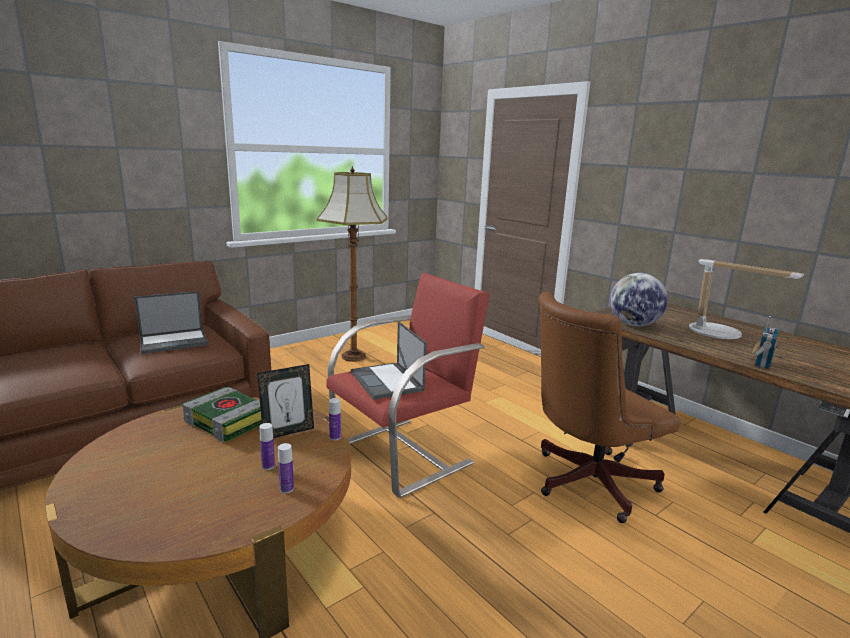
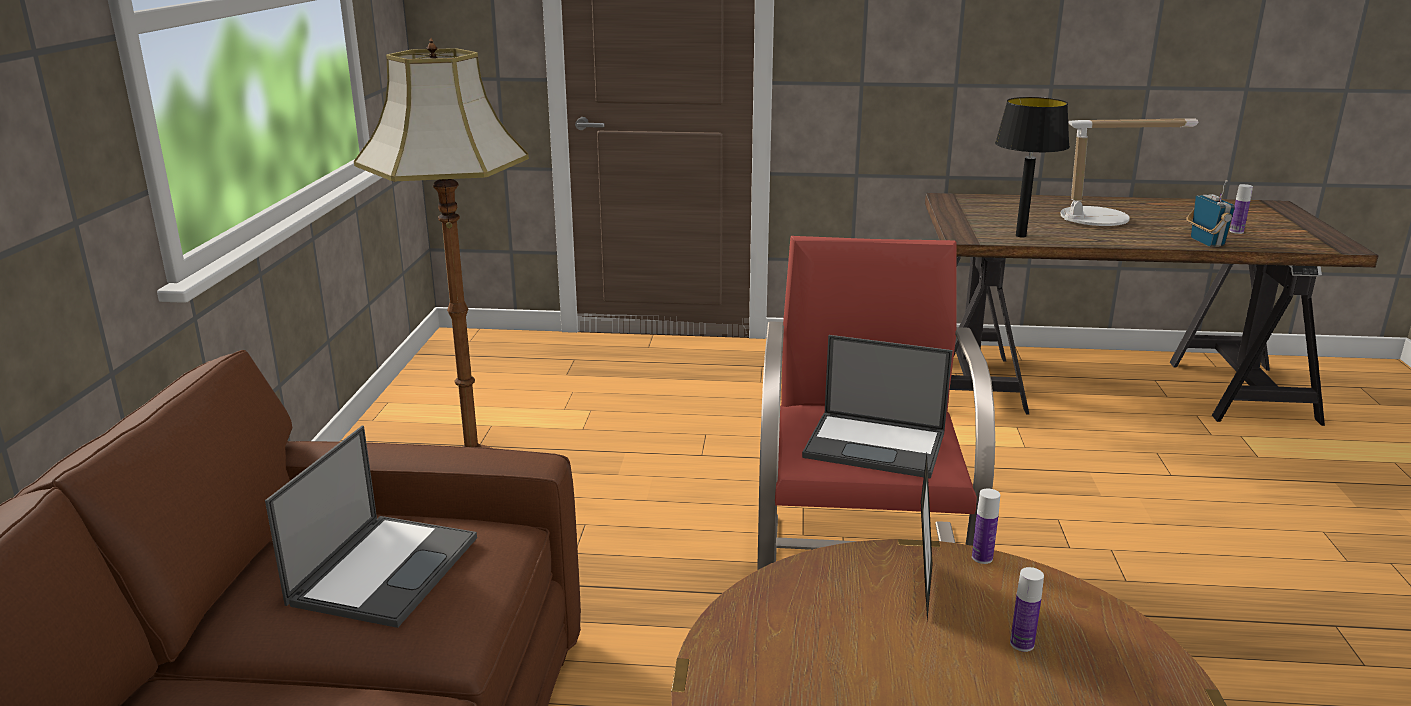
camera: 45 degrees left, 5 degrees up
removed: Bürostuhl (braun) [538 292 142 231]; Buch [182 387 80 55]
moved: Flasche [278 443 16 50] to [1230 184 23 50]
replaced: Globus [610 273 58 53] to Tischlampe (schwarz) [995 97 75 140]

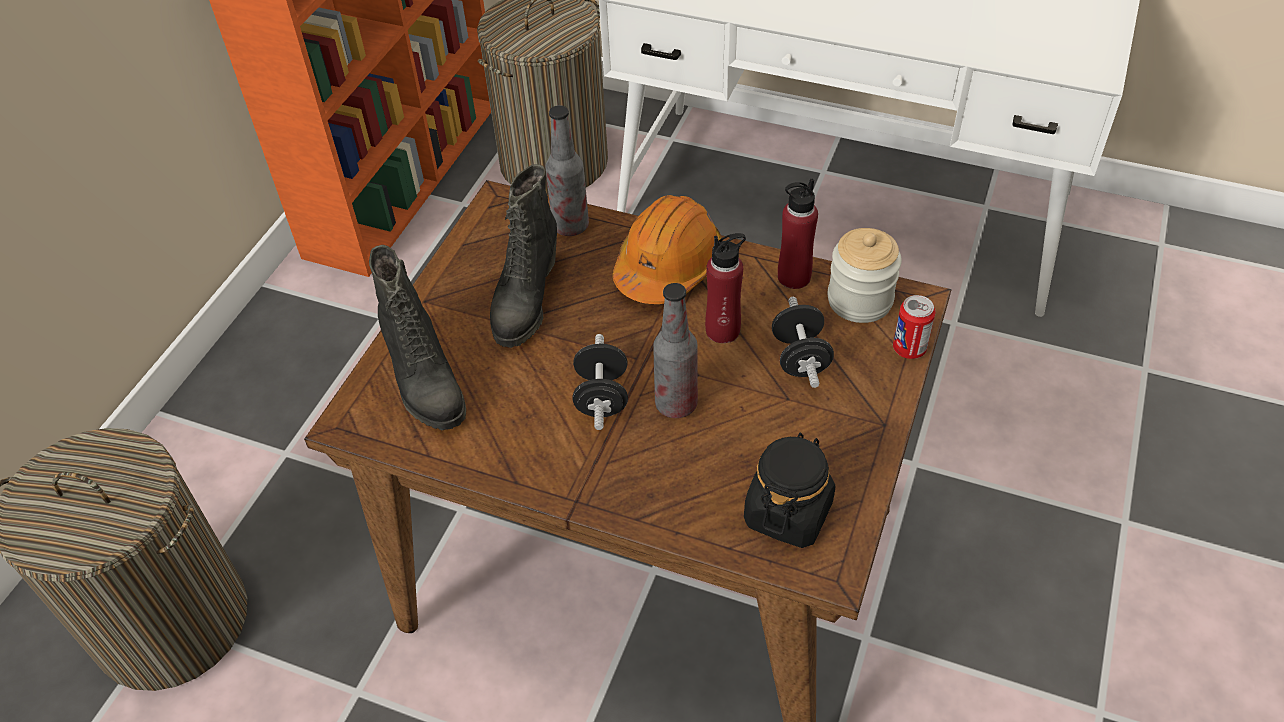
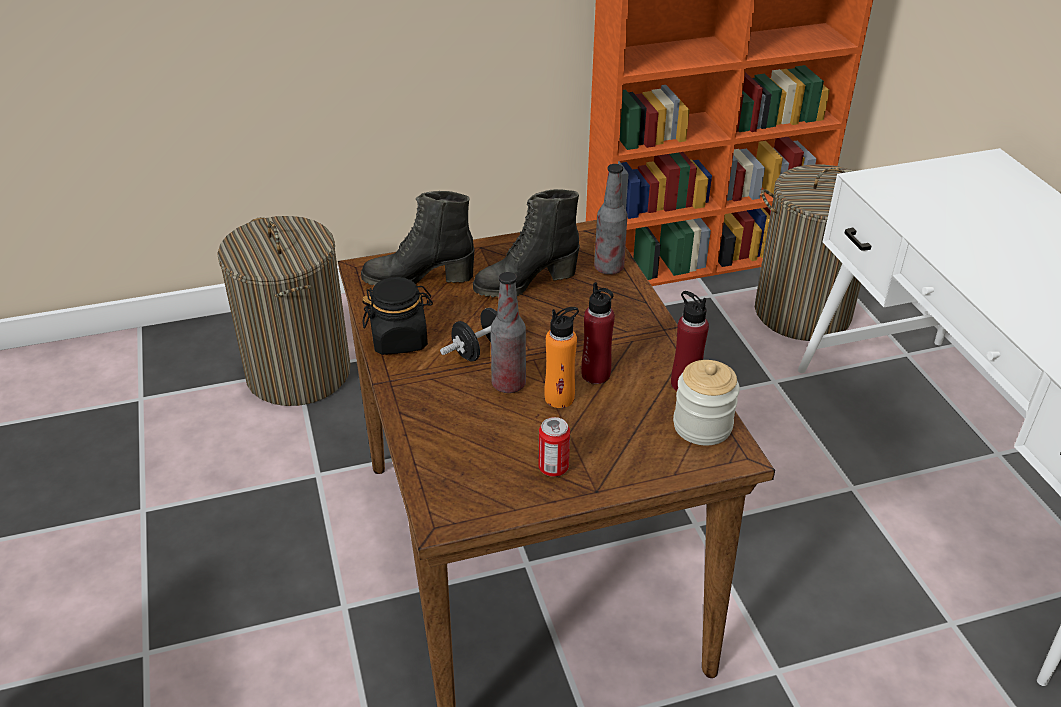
camera: 50 degrees right, 10 degrees down
removed: Schutzhelm (orange) [613 195 110 109]; Hantel (schwarz) [772 297 62 91]
added: Flasche (orange) [544 307 35 101]
moved: Dose [893 295 43 64] to [538 417 32 60]; Vorratsglas (schwarz) [744 432 91 116] to [362 277 71 78]
turned: Stiefel (schwarz) [369 245 97 185] = [361 191 113 94] 60 degrees clockwise

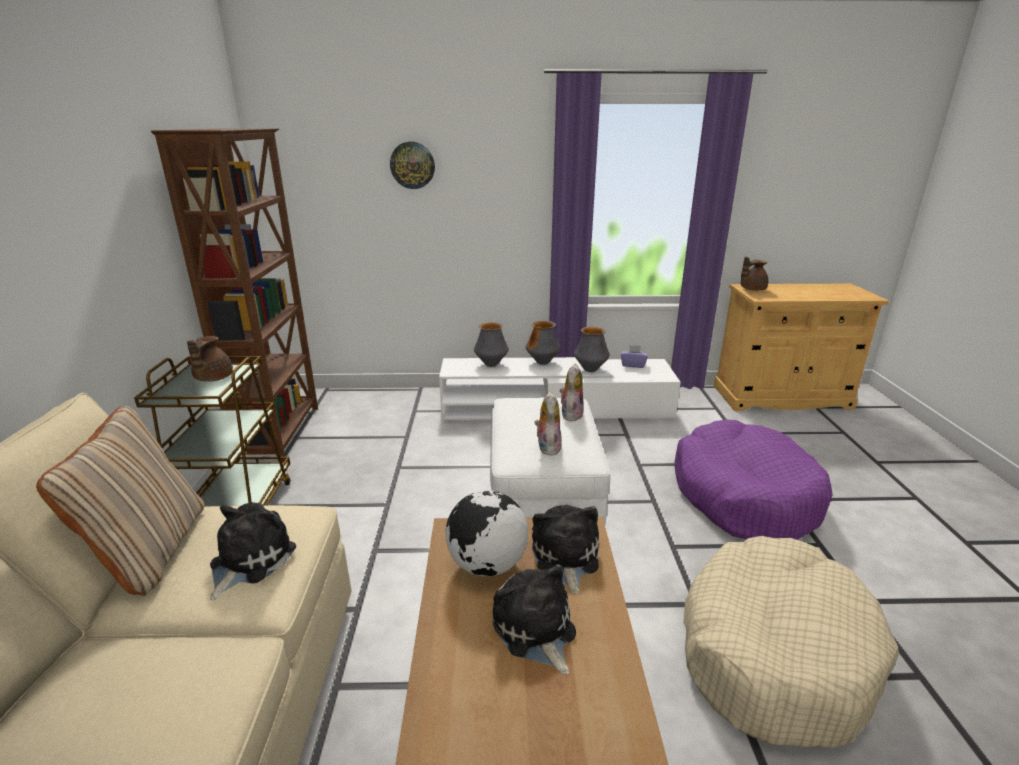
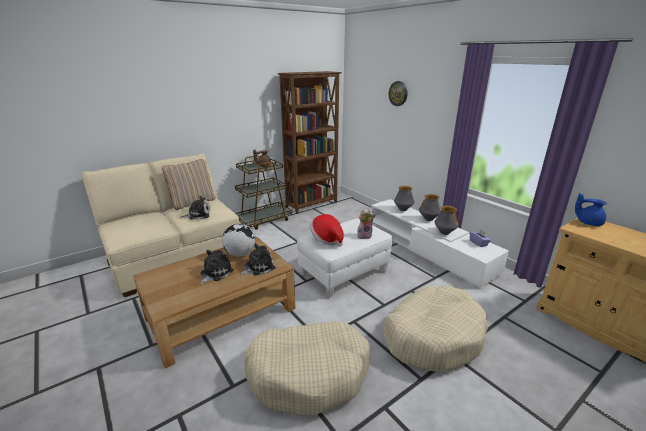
camera: 55 degrees right, 0 degrees up
replaced: Plüschtier [535 391 27 65] to Hut [310 214 34 32]
recoloured: Teekanne (braun) [741 257 27 34] to Teekanne (blau) [575 193 32 33]; Hundebett (lila) [674 420 159 120] to Hundebett (beige) [384 285 104 87]

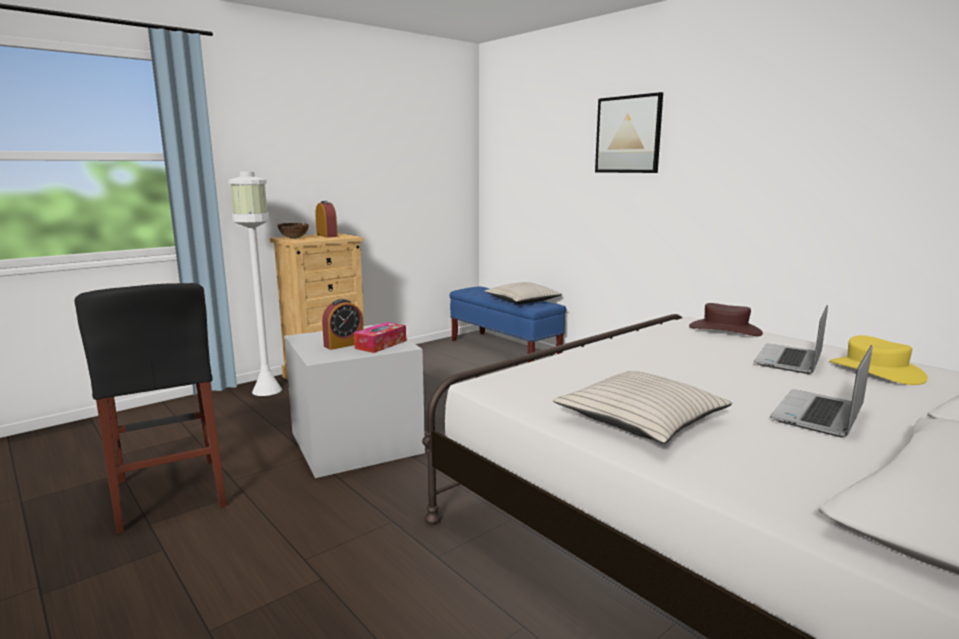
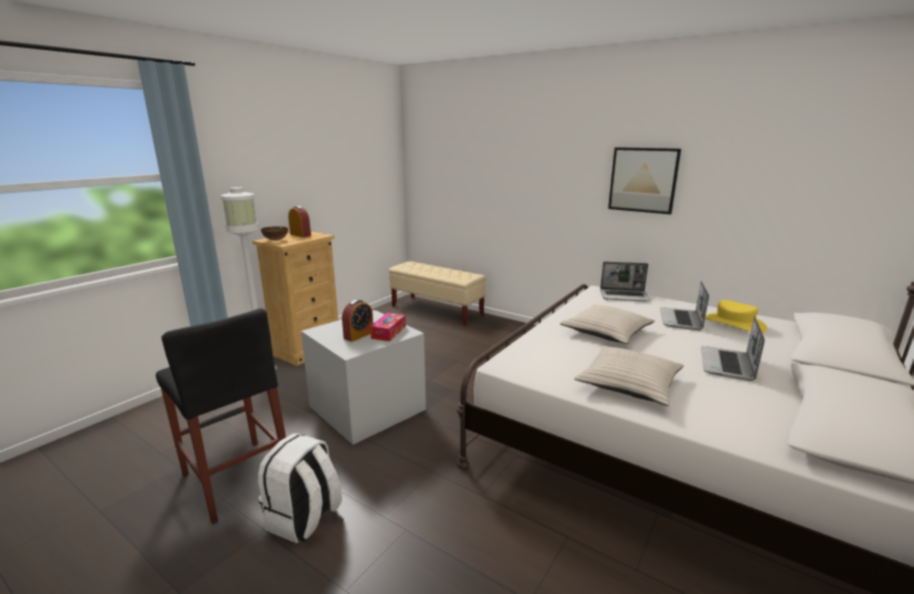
camera: 15 degrees left, 5 degrees up
added: Rucksack (weiß) [258 433 84 110]
moved: Bild [595 92 68 81] to [608 147 73 68]; Kissen (beige) [485 282 77 22] to [560 305 94 39]
replaced: Hut (braun) [689 303 74 33] to Laptop [600 262 51 40]
recoloured: Bank (blau) [450 286 116 77] to Bank (beige) [389 261 97 64]

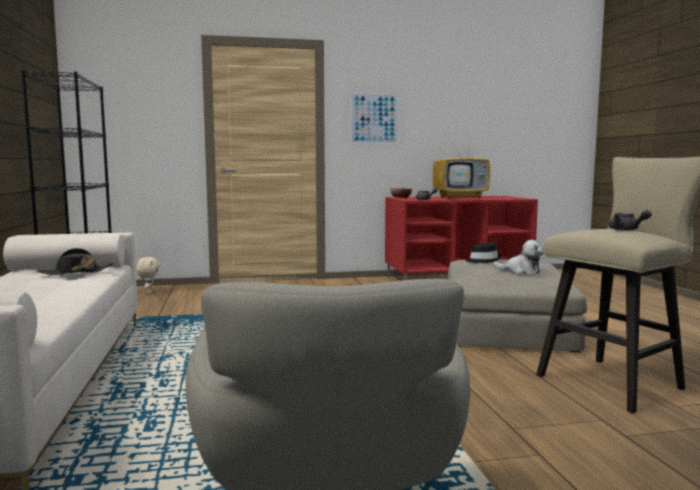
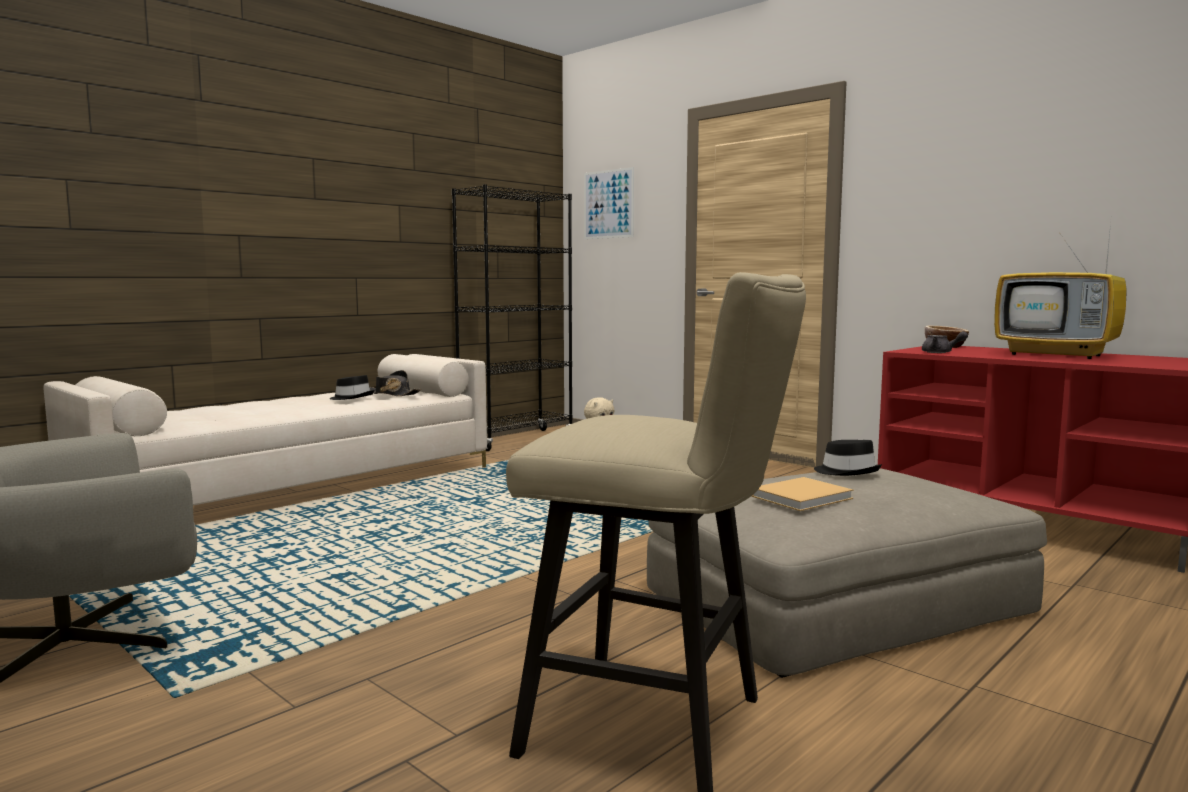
camera: 55 degrees right, 0 degrees up
removed: Teekanne (grau) [609 210 43 21]
added: Hut (schwarz) [329 375 46 25]
moved: Bild [350 92 49 52] to [584 167 50 72]
replaced: Plüschtier [493 240 51 34] to Buch (beige) [751 477 103 34]

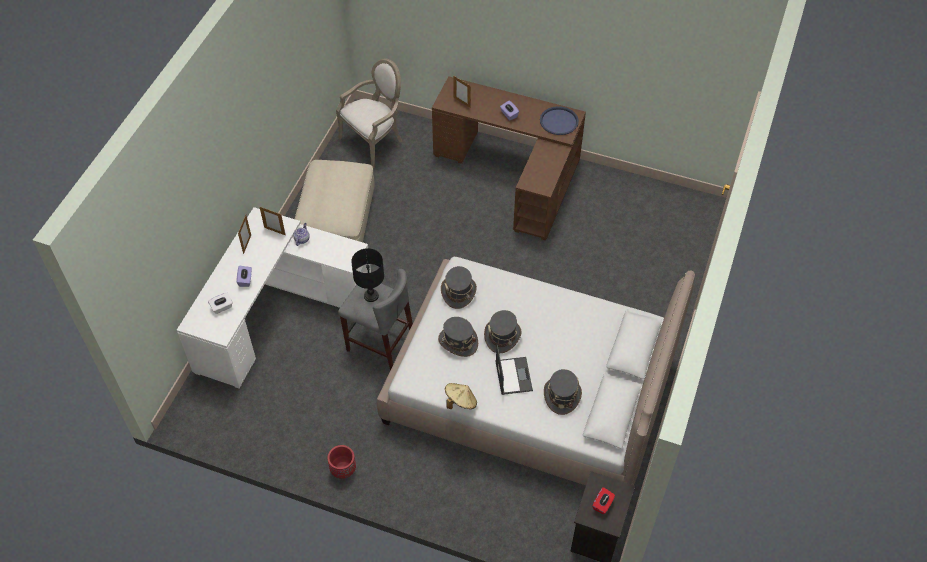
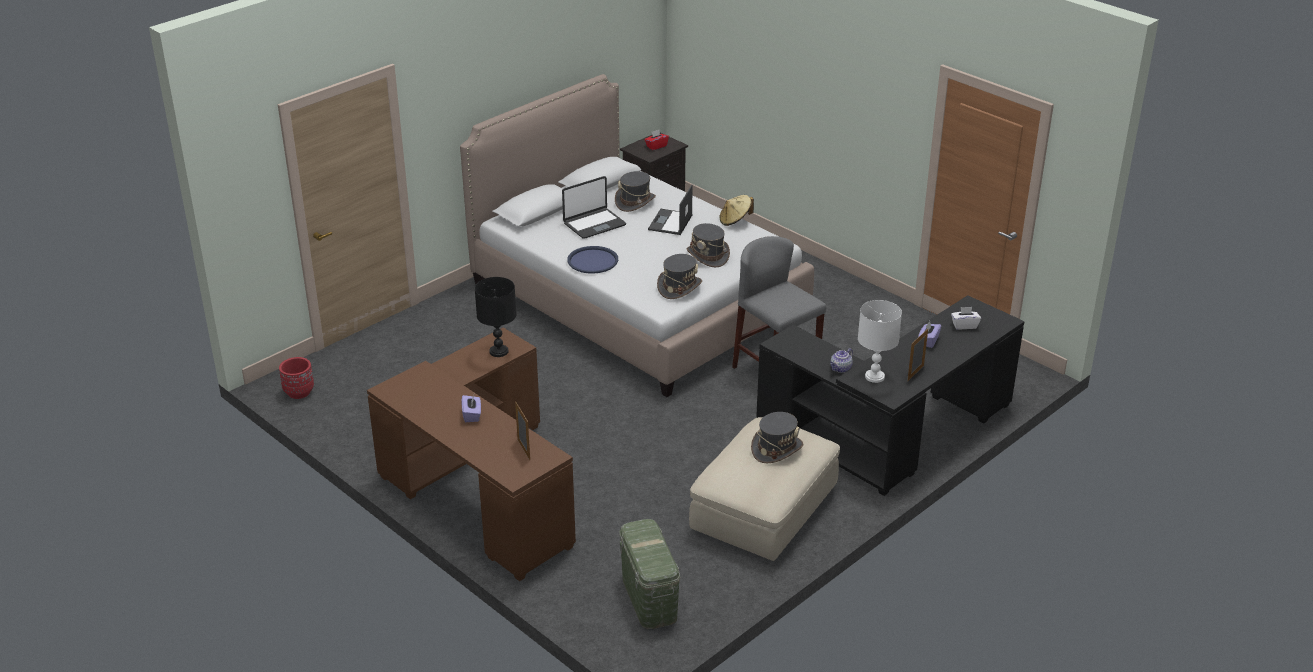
camera: 155 degrees left, 20 degrees down
added: Laptop [562 176 64 63]
moved: Tablett (blau) [540 106 39 29] to [567 246 51 28]; Tischlampe (schwarz) [351 248 33 54] to [475 277 42 80]; Hut (grau) [484 310 38 43] to [751 412 52 51]; Pflanzkübel (rot) [327 445 29 34] to [279 357 35 42]
replaced: Sessel [336 58 66 110] to Aufbewahrungsbox (grün) [619 519 61 110]; Bilderrahmen [260 207 26 28] to Tischlampe (weiß) [858 300 44 83]
recoloured: Schreibtisch (weiß) [177 207 194 182] to Schreibtisch (schwarz) [756 295 269 201]

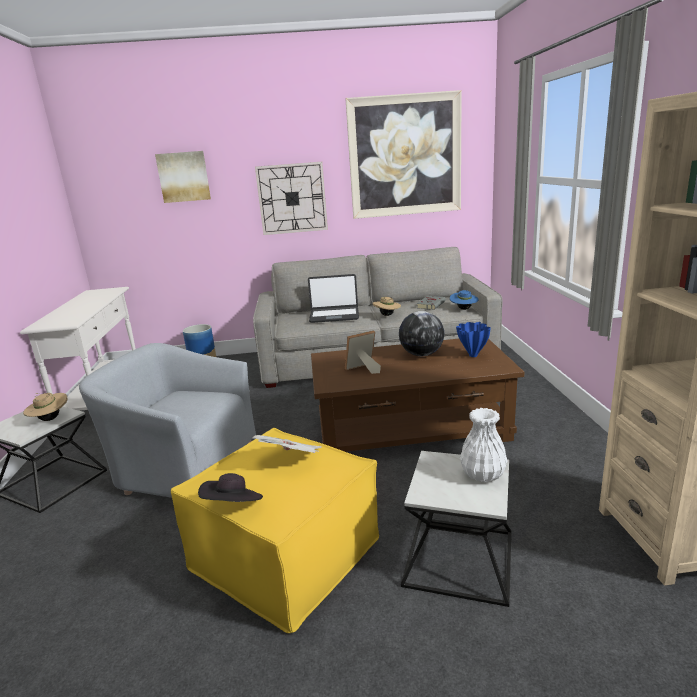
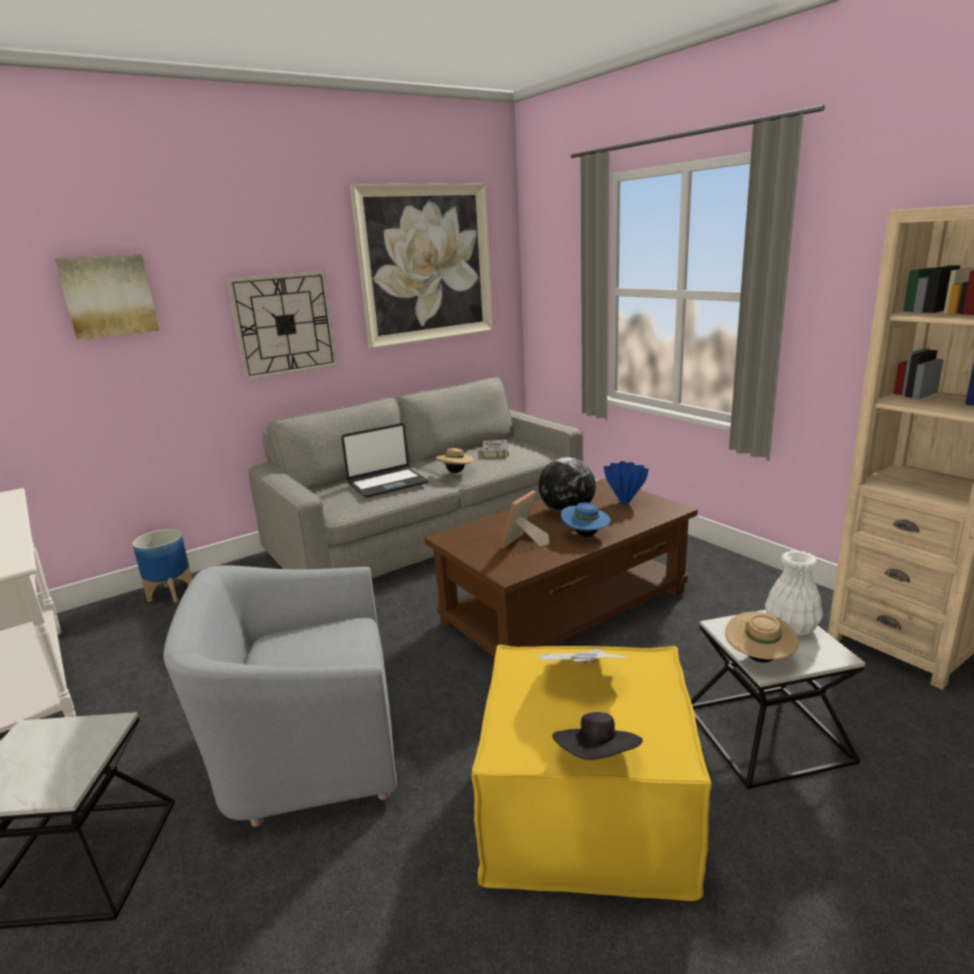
camera: 30 degrees left, 0 degrees up
moved: Hut (blau) [450 290 29 20] to [561 502 50 35]; Hut (beige) [23 393 45 28] to [725 611 74 52]

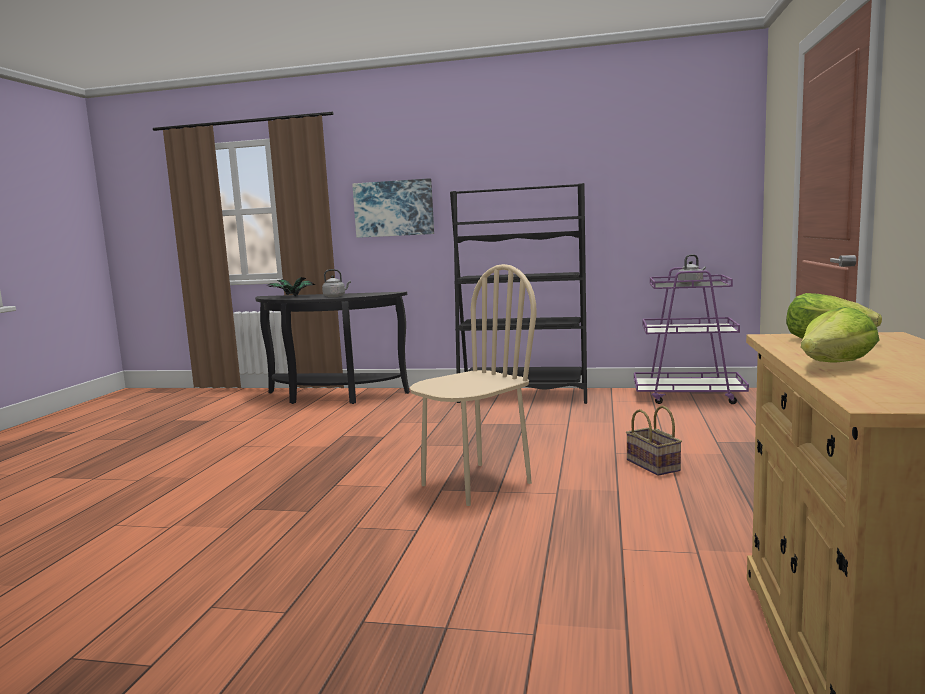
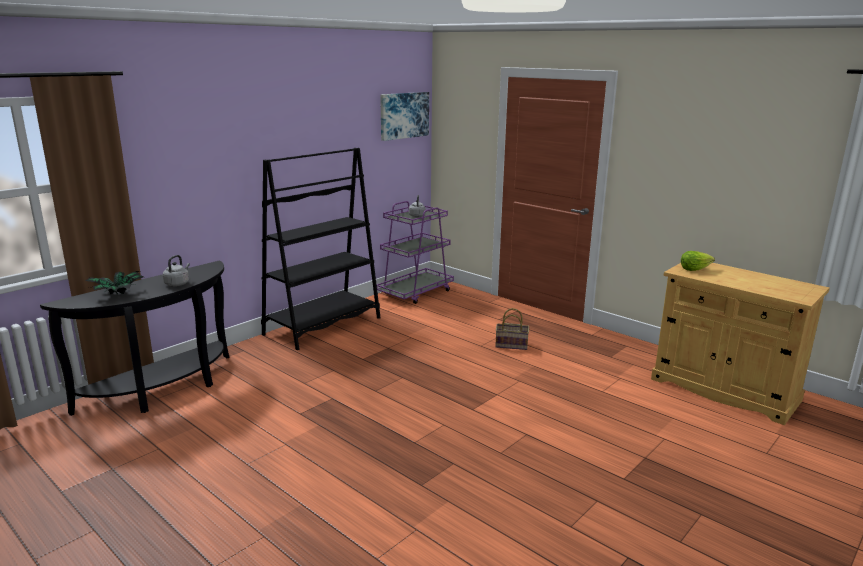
camera: 60 degrees left, 10 degrees up
removed: Stuhl (beige) [410 264 127 242]; Salatkopf [801 307 78 55]
moved: Bild [352 178 82 60] to [380 92 49 49]

